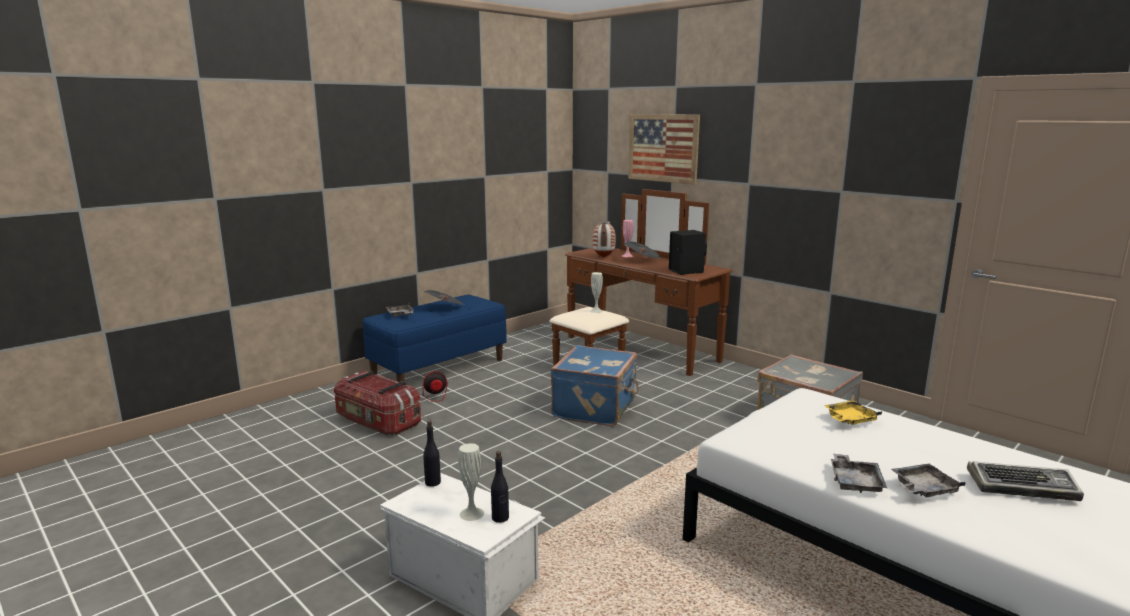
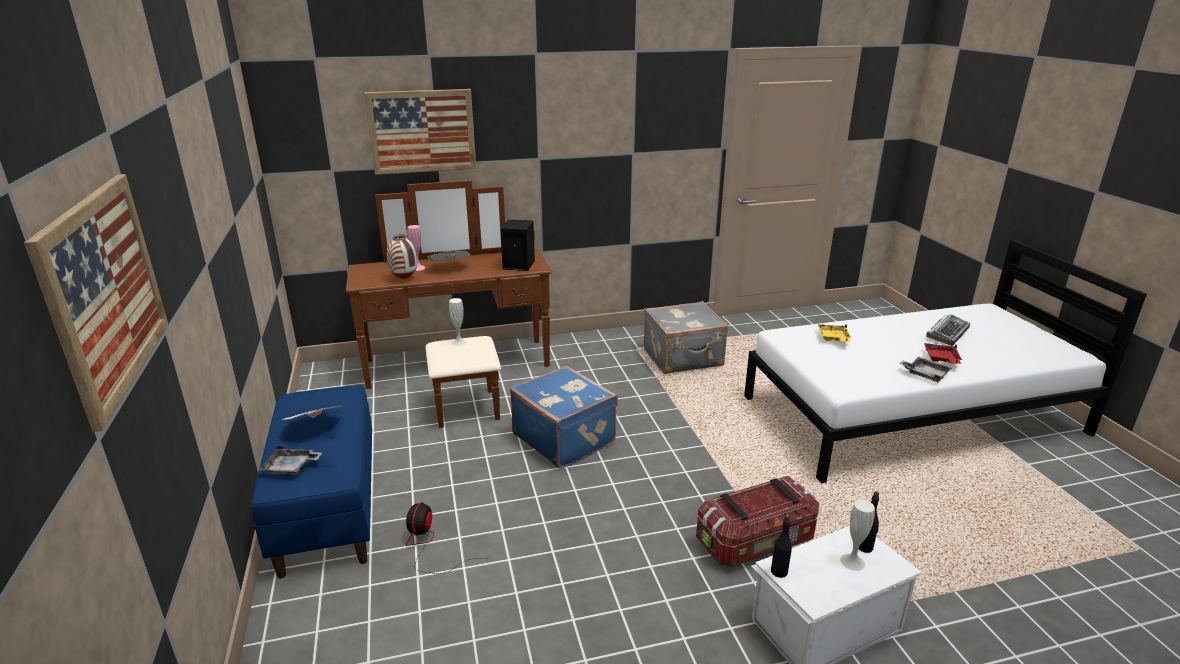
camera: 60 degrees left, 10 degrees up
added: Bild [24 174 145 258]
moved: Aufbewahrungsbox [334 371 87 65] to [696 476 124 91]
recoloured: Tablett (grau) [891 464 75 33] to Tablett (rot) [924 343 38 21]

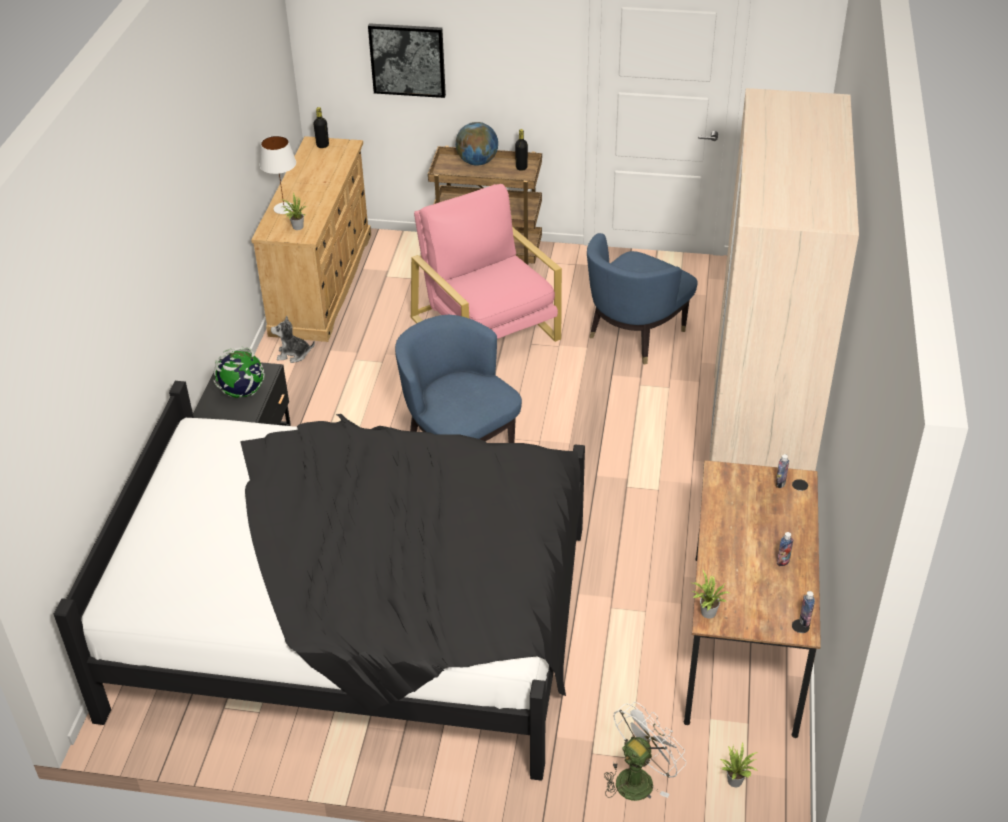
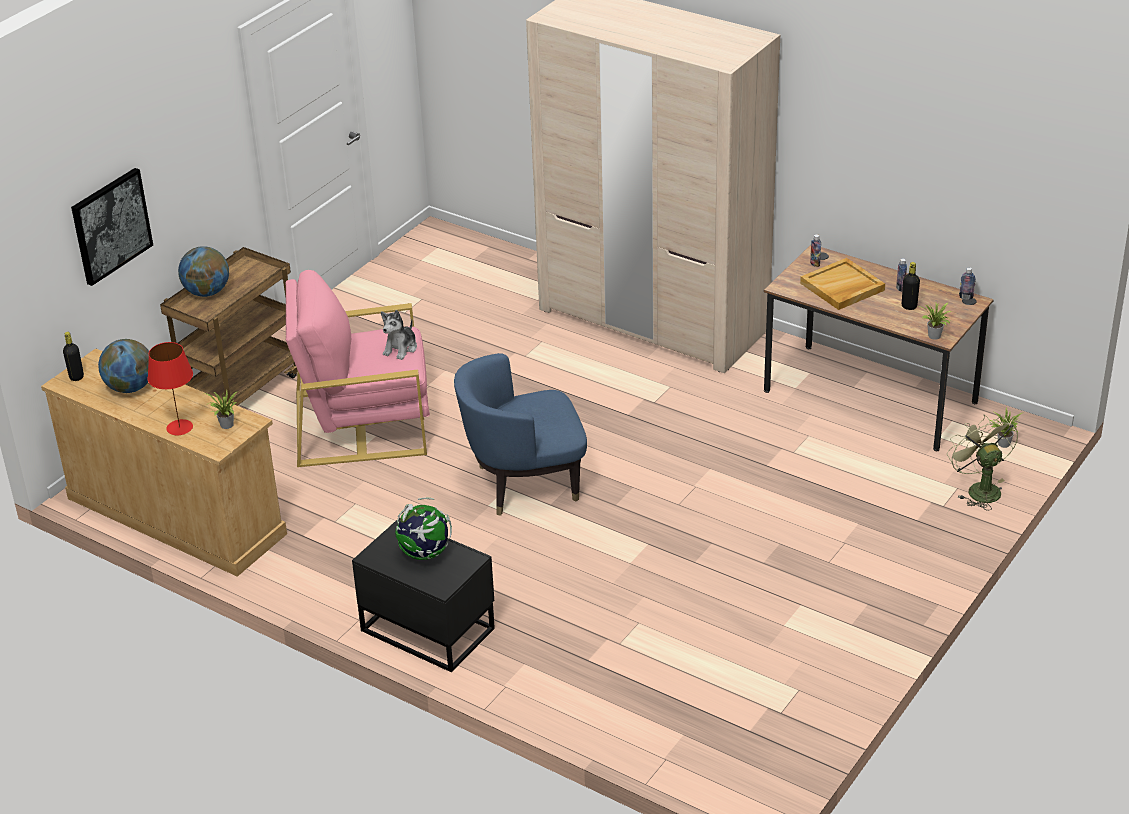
camera: 65 degrees left, 5 degrees down
removed: Sessel (blau) [587 233 111 131]; Bett (schwarz) [54 381 531 400]
added: Tablett (beige) [800 258 85 52]; Globus [98 339 51 54]
moved: Flasche (schwarz) [515 129 13 42] to [902 262 18 48]; Plüschtier [271 316 44 47] to [381 310 36 50]
recoloured: Tischlampe (weiß) [259 136 37 78] to Tischlampe (rot) [148 342 45 93]; Ventilator (weiß) [604 702 82 99] to Ventilator (grün) [947 415 71 95]

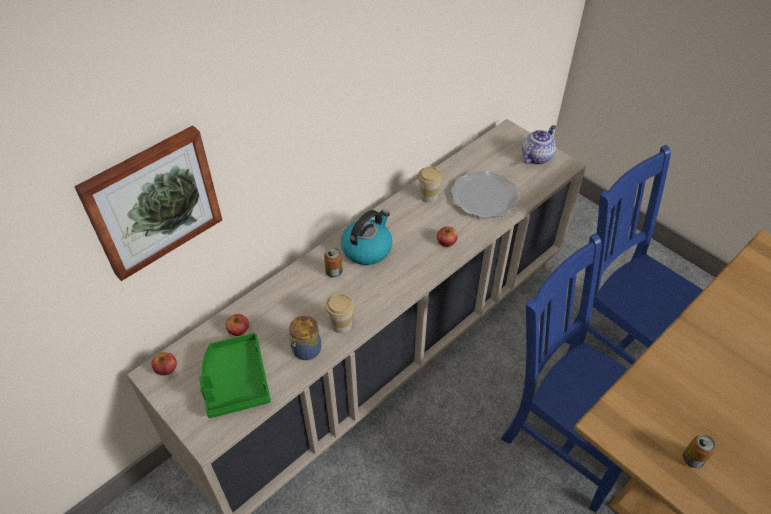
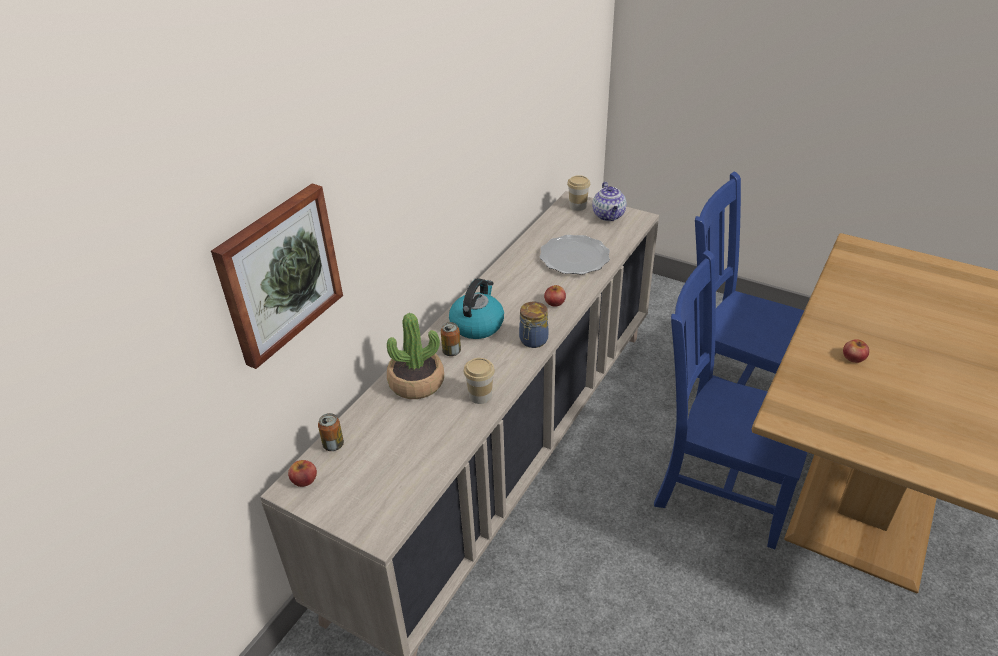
camera: 15 degrees left, 10 degrees down
removed: Tablett (grün) [199 333 72 85]
added: Topfpflanze [387 313 57 86]
moved: Tasse [418 167 24 36] to [567 175 23 36]; Apfel [226 314 23 22] to [843 339 26 24]; Vorratsglas [289 316 32 44] to [519 302 29 46]; Dose [683 434 32 34] to [318 413 26 38]
turned: Teekanne [522 125 34 40] = [592 182 35 39] 150 degrees clockwise

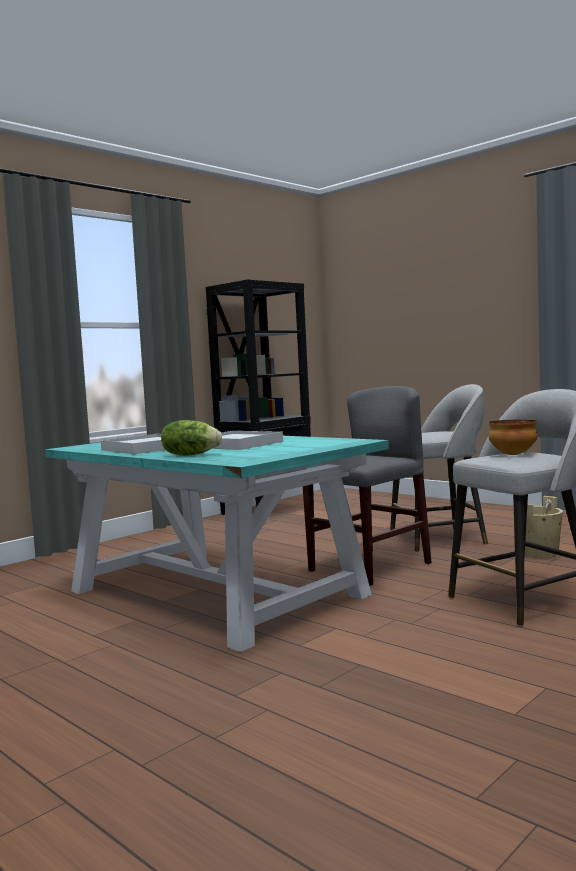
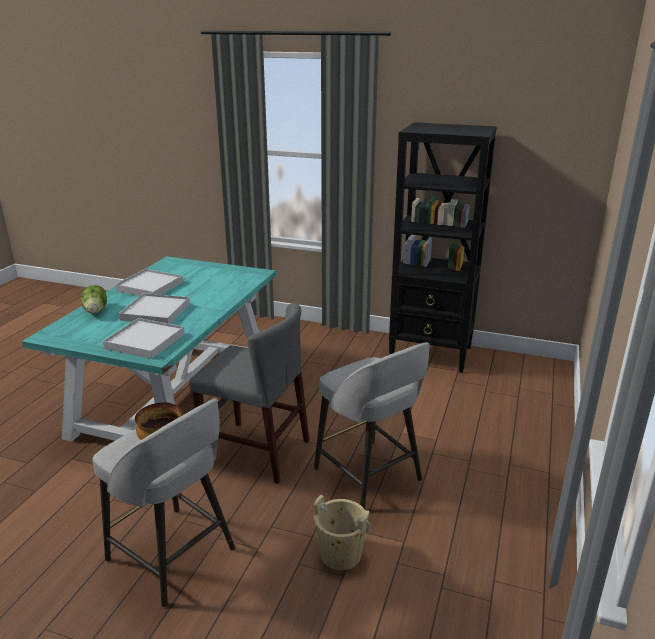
camera: 65 degrees right, 20 degrees up
added: Tablett (weiß) [103 318 82 41]

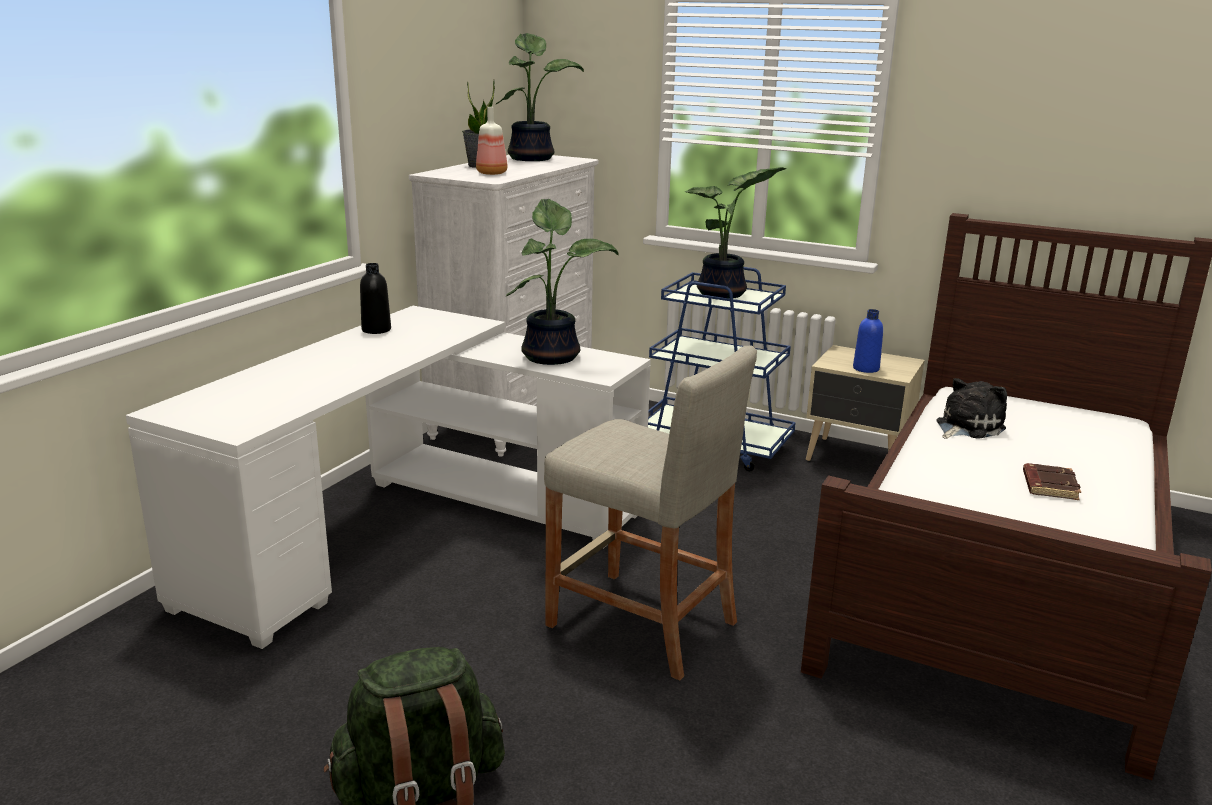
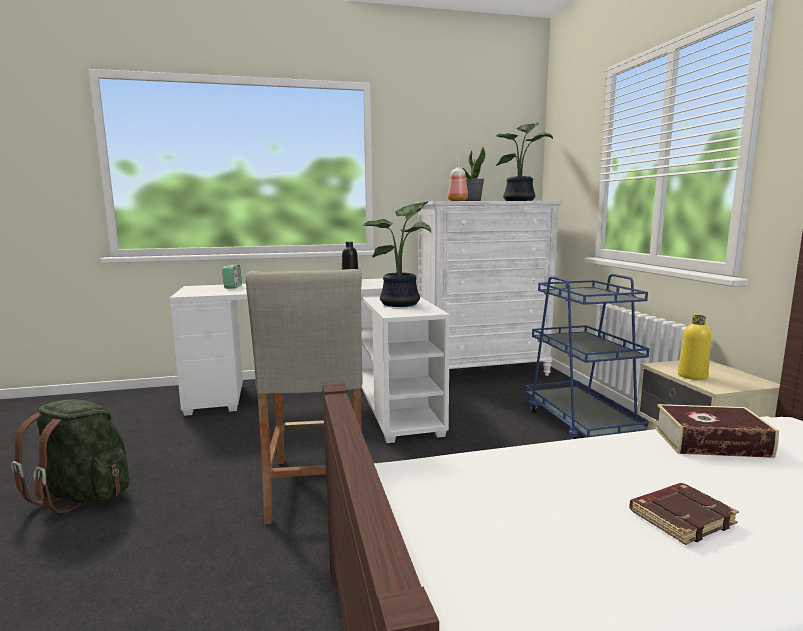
camera: 50 degrees right, 10 degrees down
removed: Topfpflanze [685 167 102 132]
added: Wecker [222 264 20 25]
replaced: Plüschtier [936 378 71 61] to Buch [655 404 124 54]
recoloured: Flasche (blau) [853 309 30 64] to Flasche (gelb) [678 315 33 65]

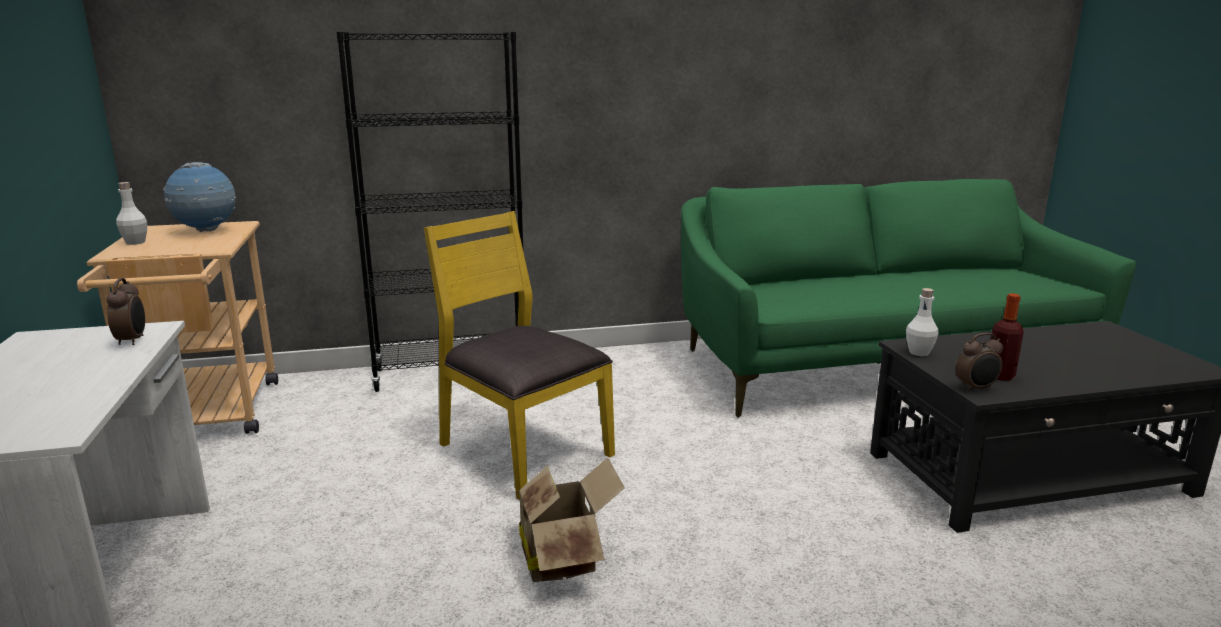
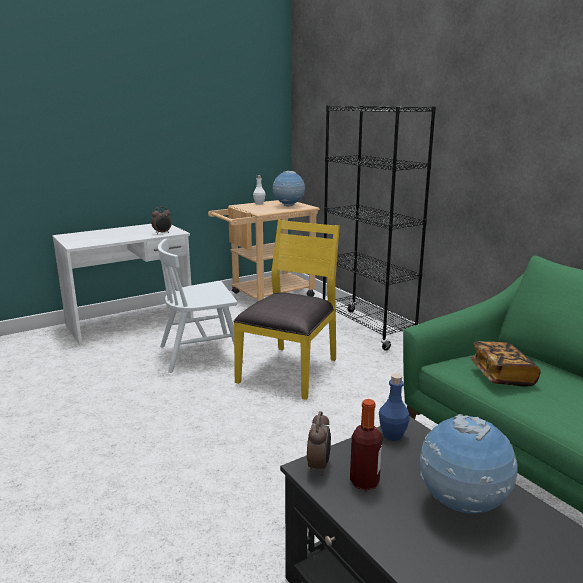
camera: 70 degrees right, 0 degrees up
removed: Karton [516 457 109 125]
added: Stuhl (weiß) [158 239 85 134]; Buch [470 341 71 46]; Globus [420 414 98 100]
recoloured: Flasche (weiß) [906 288 32 68] to Flasche (blau) [379 373 31 68]
turned: Wecker [956 333 47 59] = [307 411 24 64] 135 degrees counterclockwise

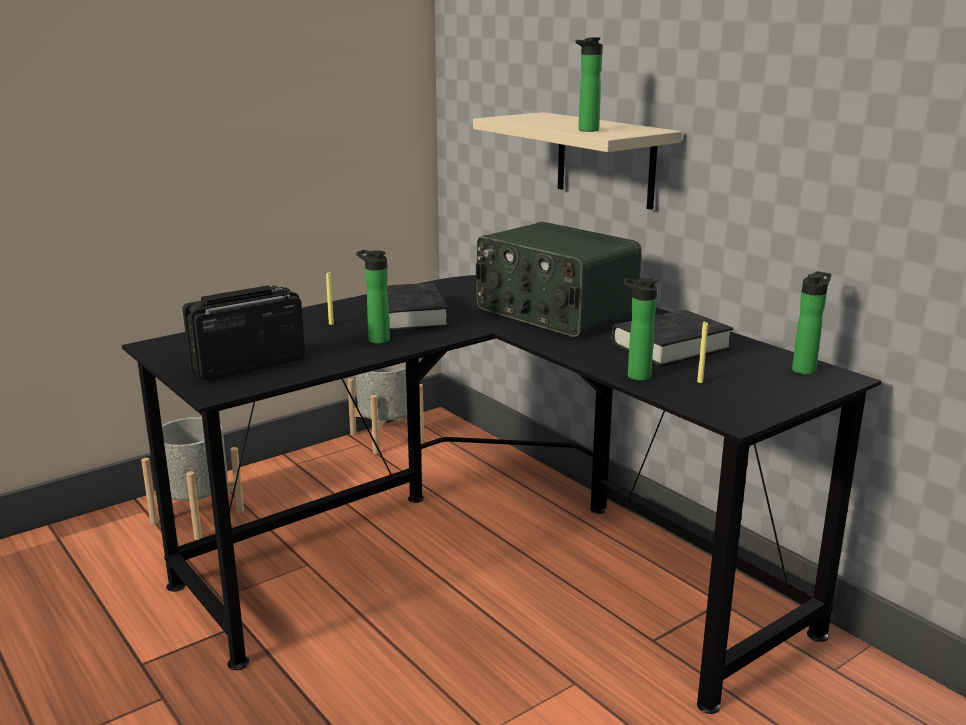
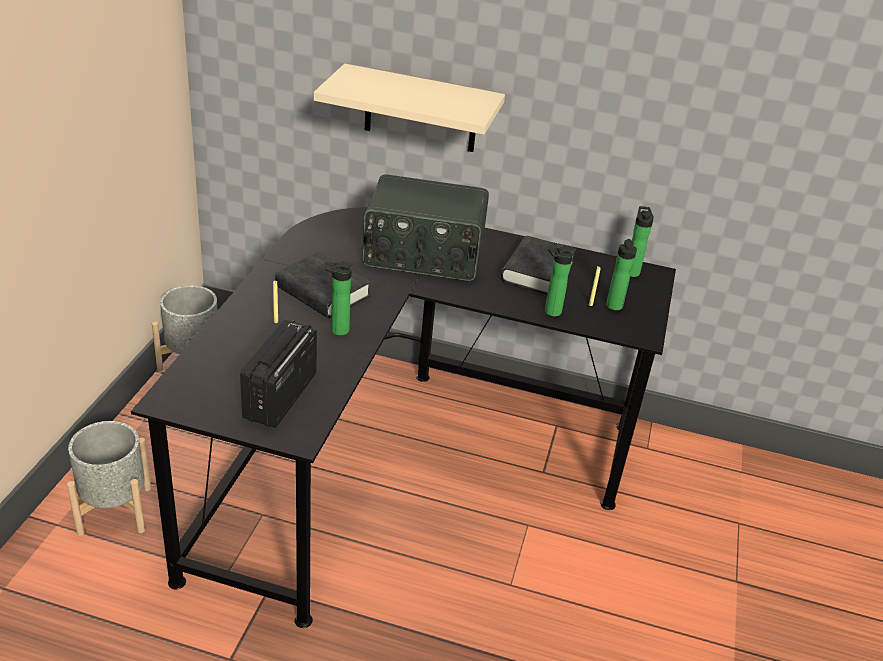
camera: 40 degrees left, 15 degrees up
moved: Flasche [575 37 28 95] to [606 239 31 71]

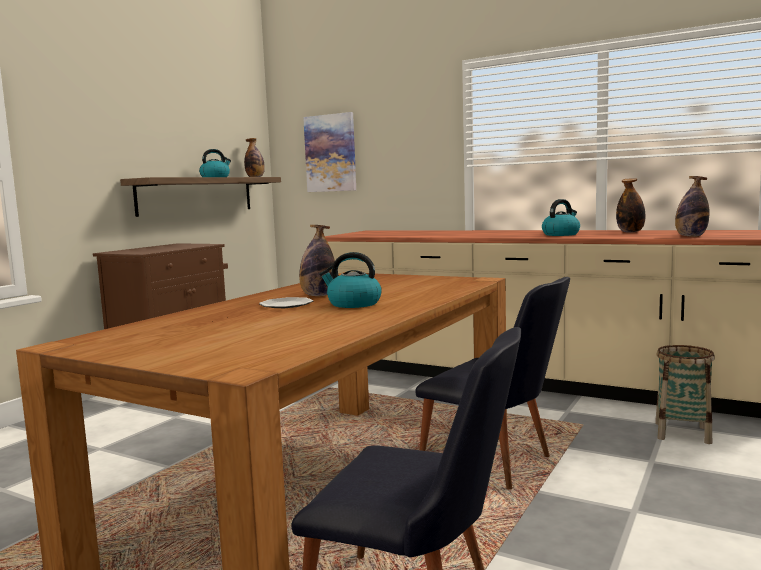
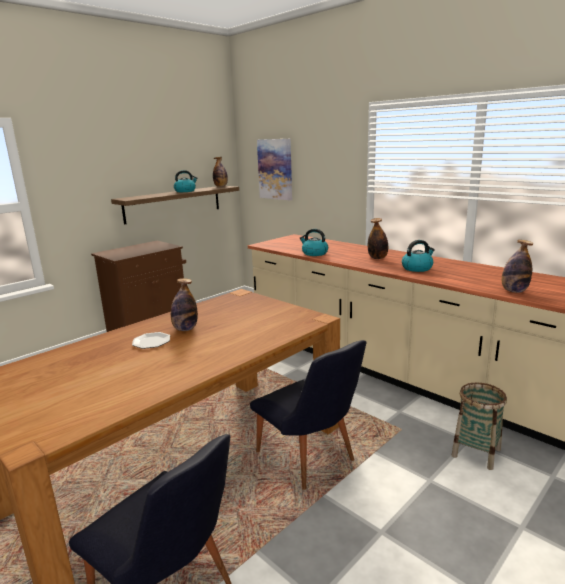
camera: 15 degrees right, 10 degrees up
moved: Flasche [616 178 29 55] to [368 218 20 41]; Wasserkessel [320 252 62 56] to [299 229 29 27]

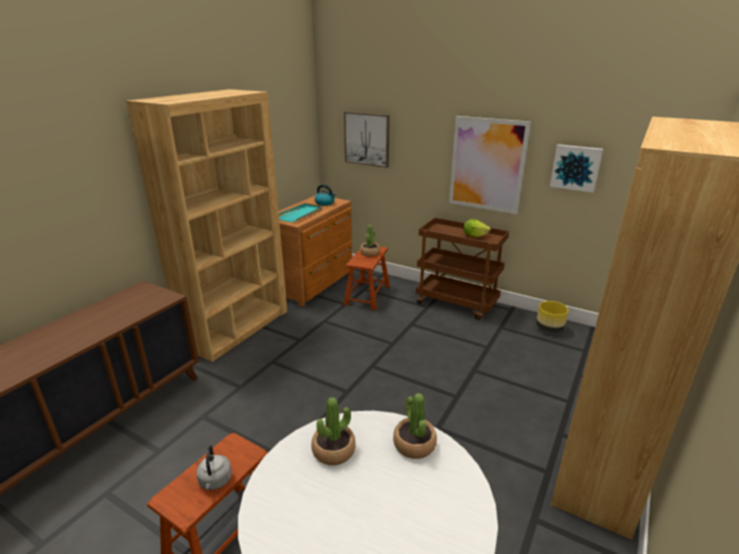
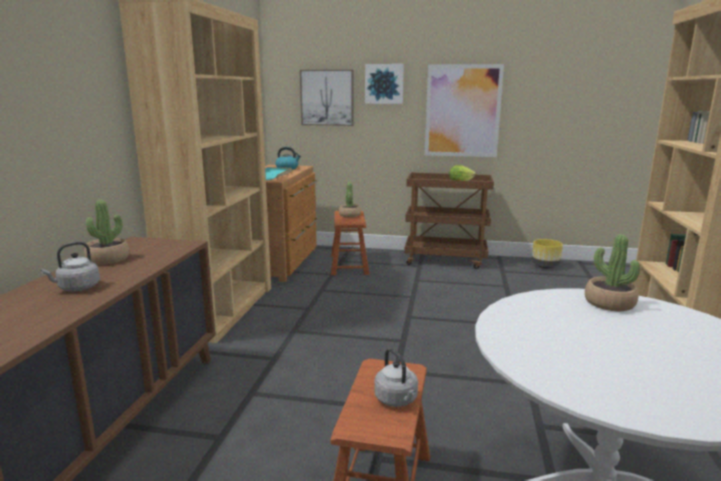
camera: 20 degrees left, 10 degrees down
added: Wasserkessel (grau) [41 242 59 49]
moved: Bild [550 144 53 49] to [365 64 39 40]; Topfpflanze [312 397 44 68] to [84 200 45 65]

